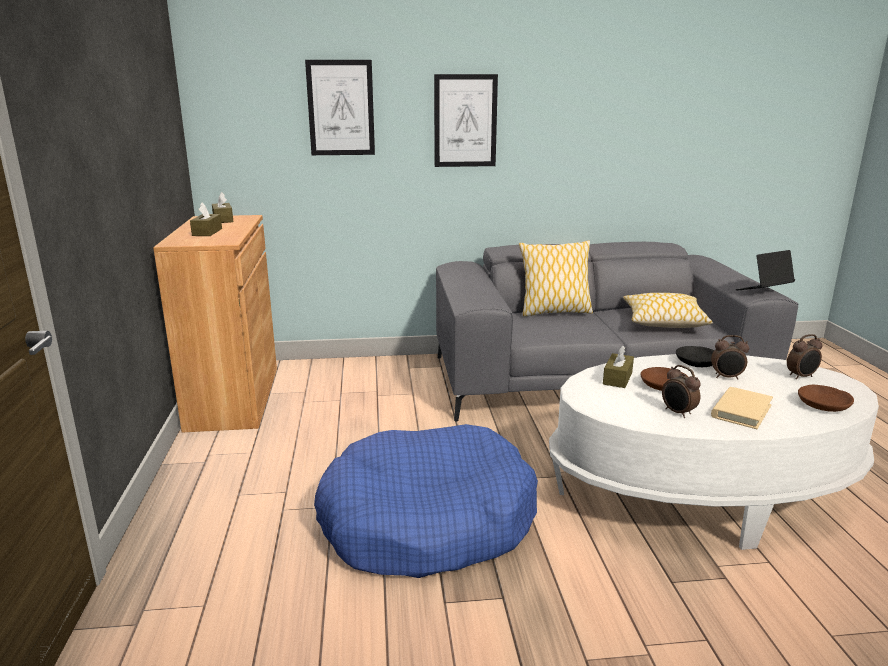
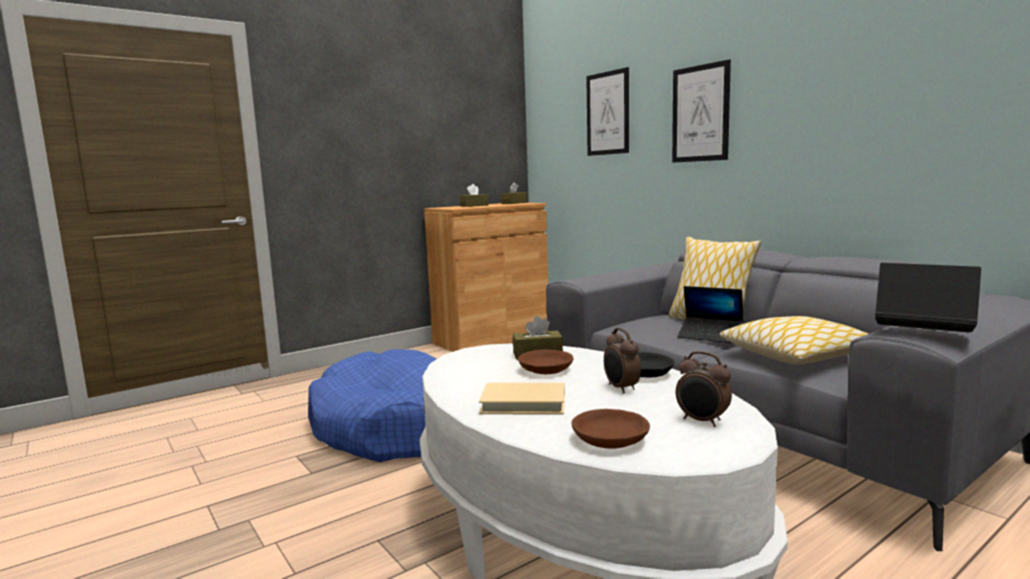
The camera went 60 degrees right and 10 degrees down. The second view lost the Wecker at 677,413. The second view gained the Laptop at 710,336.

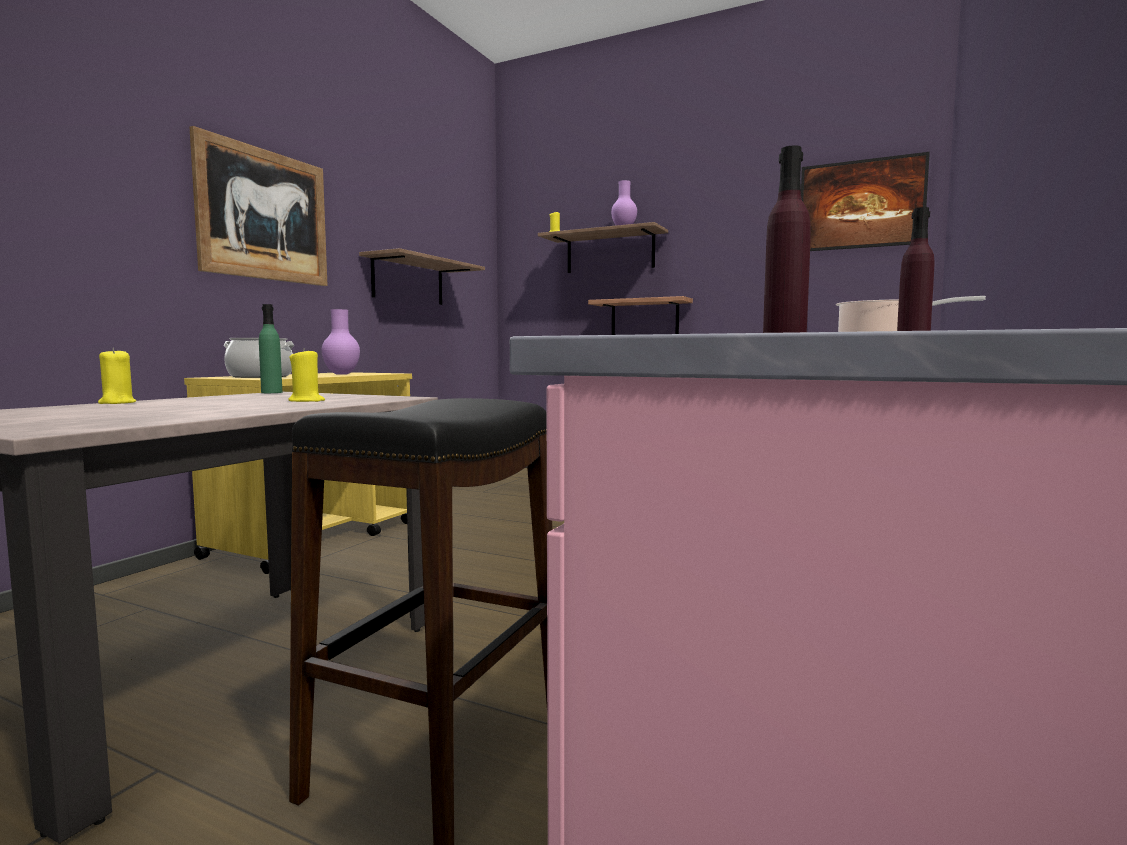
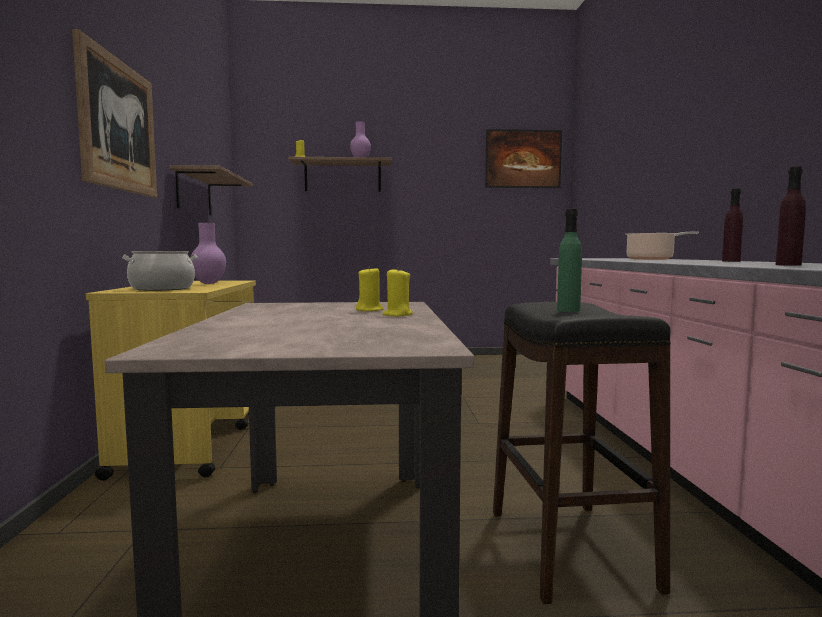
The camera went 30 degrees left and 0 degrees up. The second view lost the Wandregal at 644,318. The Kerze/gelb ended up elsewhere, having gone from 117,403 to 397,315. The Flasche/grün ended up elsewhere, having gone from 271,392 to 568,310.

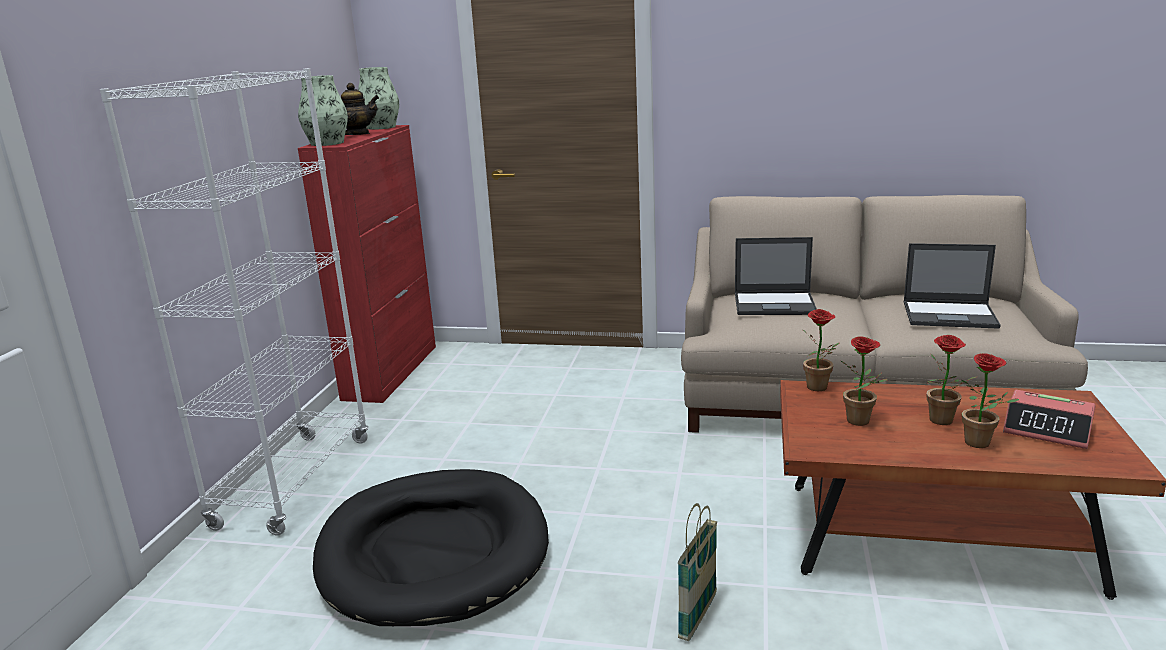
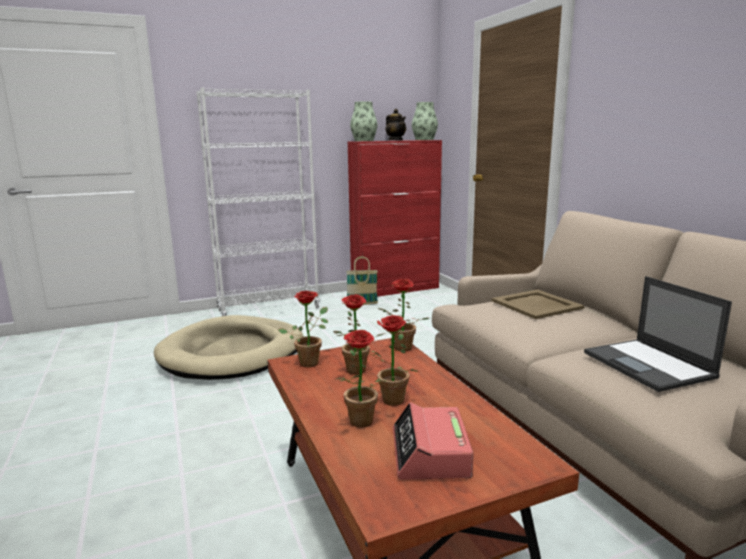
The camera went 55 degrees right and 5 degrees down. The second view gained the Topfpflanze at 310,361. The Korb ended up elsewhere, having gone from 698,616 to 362,304. Where the Laptop stood at 775,304, the Tablett/beige came to stand at 537,304. What was the Hundebett/schwarz at 433,552 turned into the Hundebett/beige at 233,353.

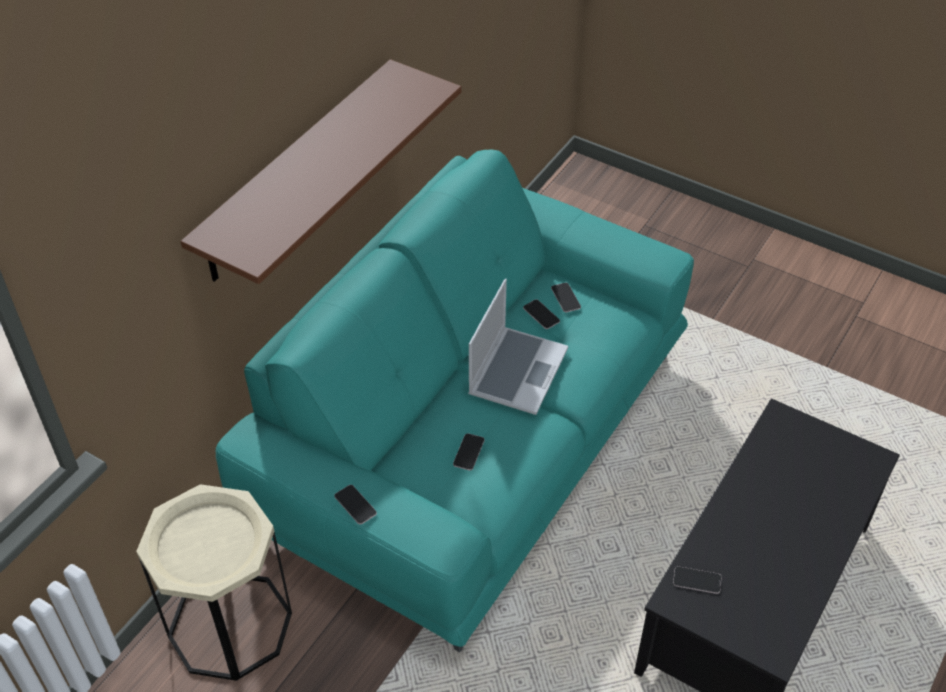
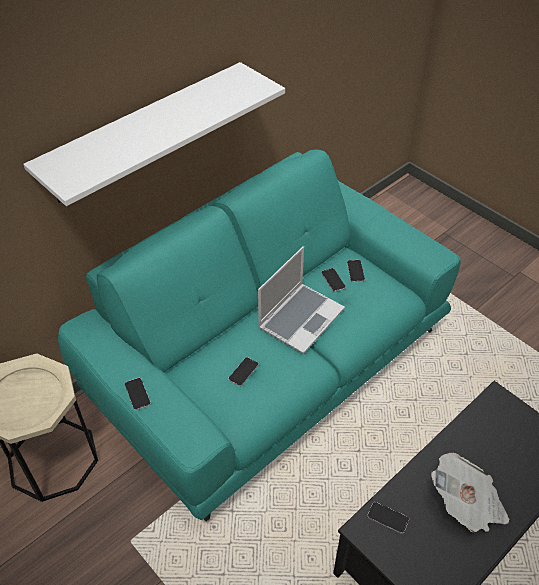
The camera went 15 degrees right and 0 degrees up. The second view gained the Zeitung at 466,504. What was the Wandregal/braun at 297,171 turned into the Wandregal/weiß at 144,132.

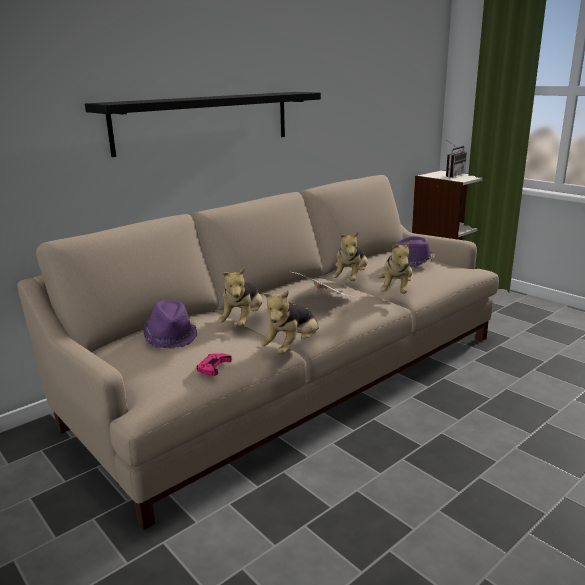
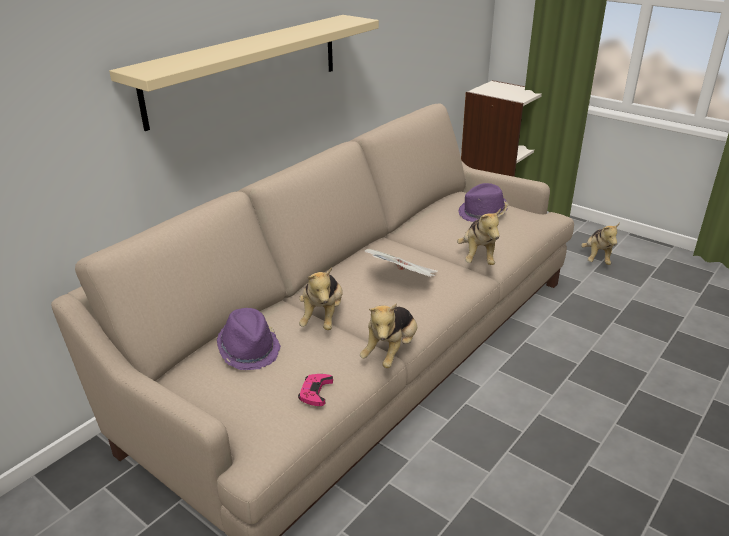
The camera went 10 degrees left and 10 degrees up. The second view lost the Radio at 452,175. The Plüschtier ended up elsewhere, having gone from 351,279 to 597,258. What was the Wandregal/schwarz at 205,121 turned into the Wandregal/beige at 246,68.

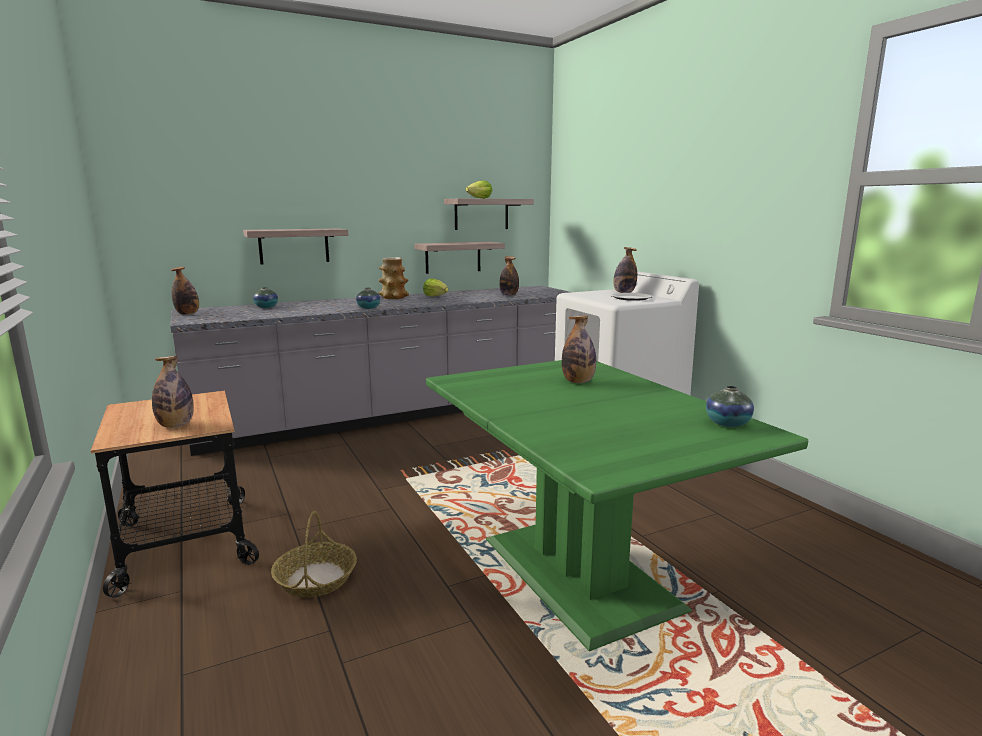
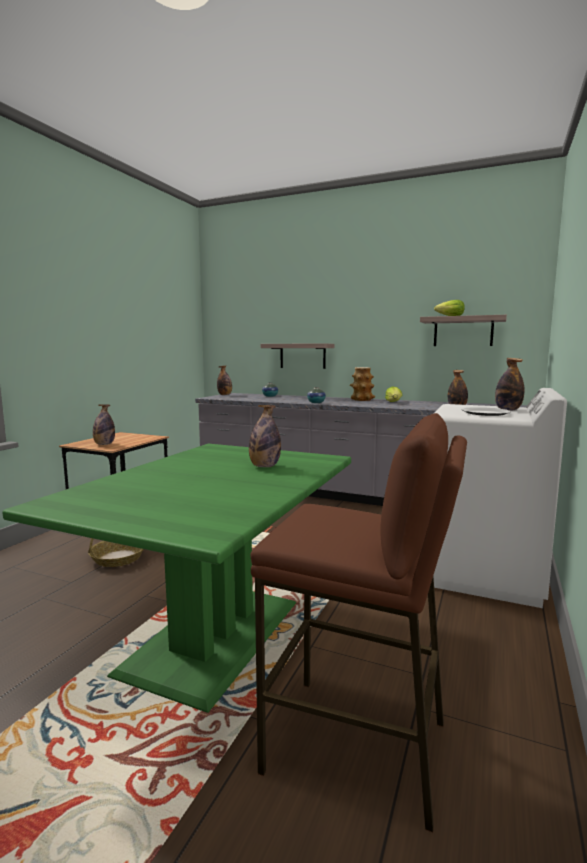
The camera went 50 degrees right and 5 degrees down. The second view lost the Wandregal at 453,257. The second view lost the Vase at 727,424. The second view gained the Hocker/braun at 357,746.

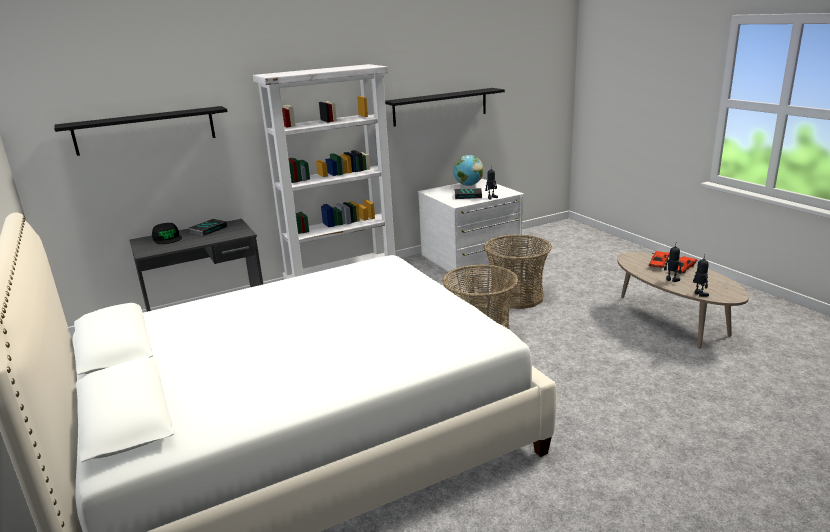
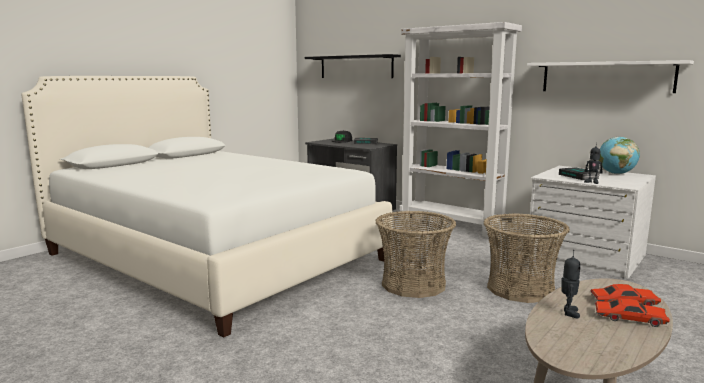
The camera went 65 degrees right and 10 degrees down. The second view lost the Spielzeugroboter at 699,294. What was the Wandregal/schwarz at 440,106 turned into the Wandregal/weiß at 606,77.

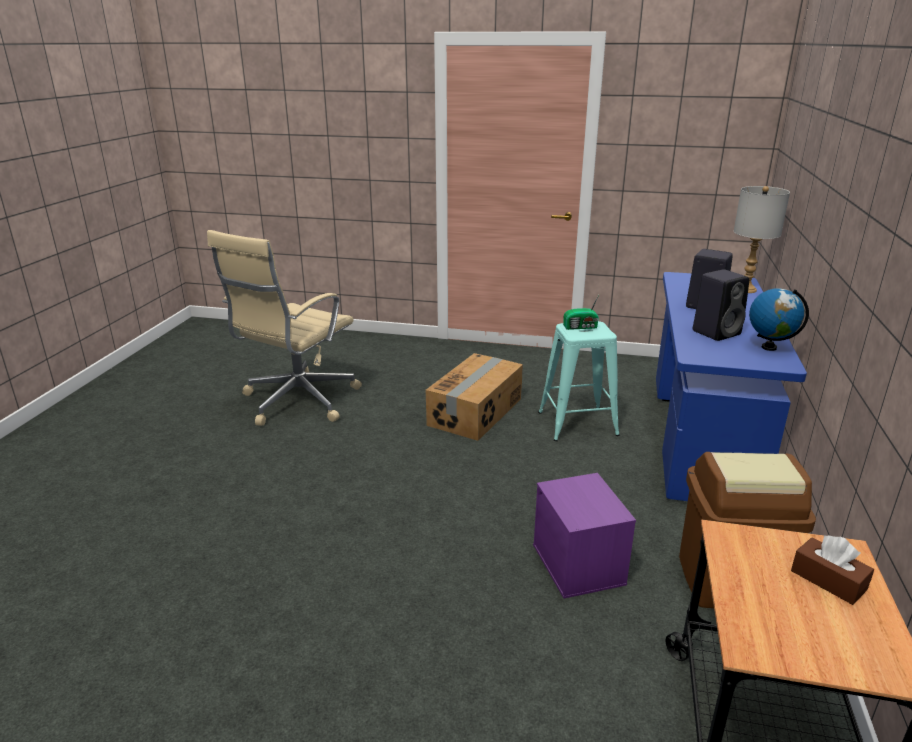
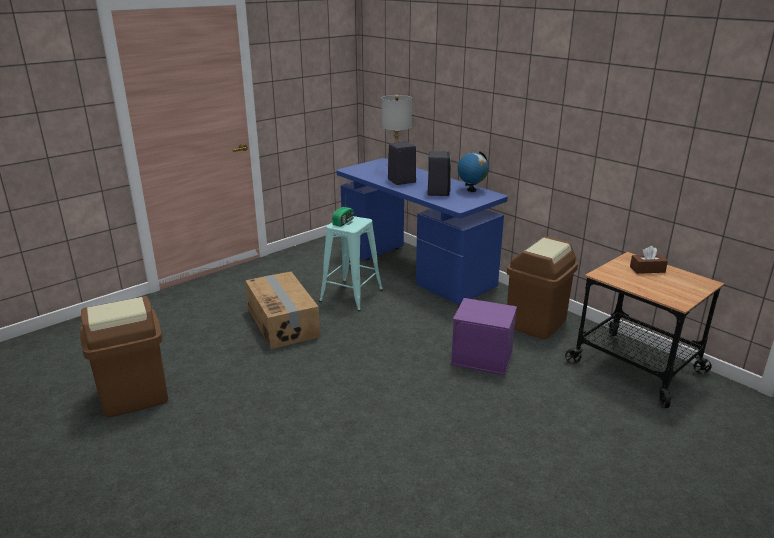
The camera went 55 degrees left and 0 degrees up. Where the Bürostuhl/beige stood at 297,401, the Mülleimer/braun came to stand at 134,396.

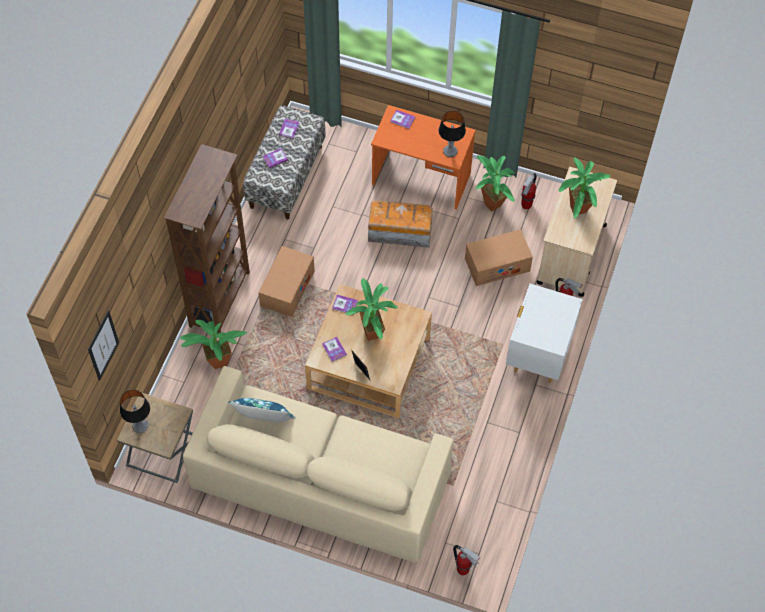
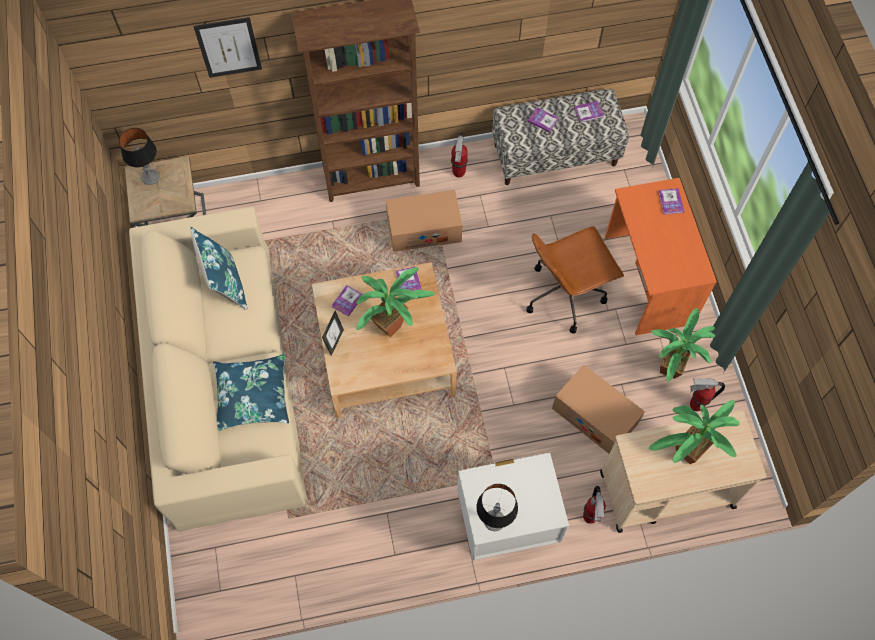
The camera went 60 degrees right and 5 degrees up. The second view lost the Topfpflanze at 215,361. The second view gained the Kissen/blau at 252,396. The Bild ended up elsewhere, having gone from 103,345 to 228,47. The Tischlampe ended up elsewhere, having gone from 450,151 to 494,521. The Feuerlöscher ended up elsewhere, having gone from 463,570 to 458,173. Where the Aufbewahrungsbox stood at 399,231, the Bürostuhl/braun came to stand at 565,294.

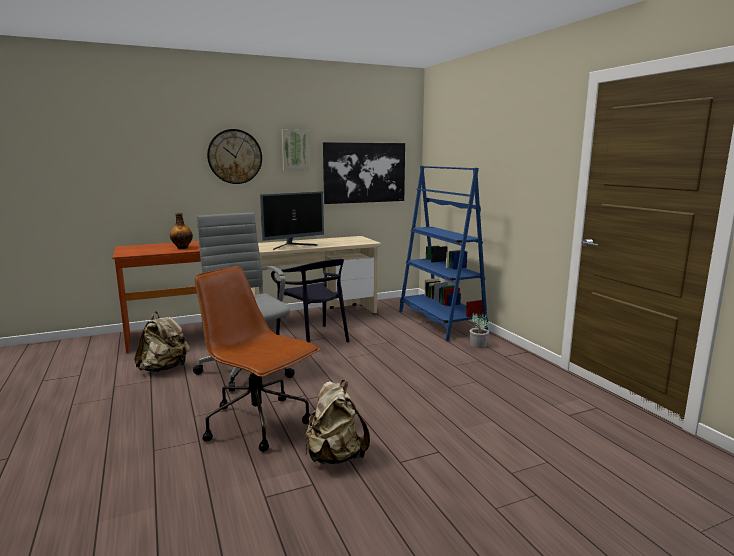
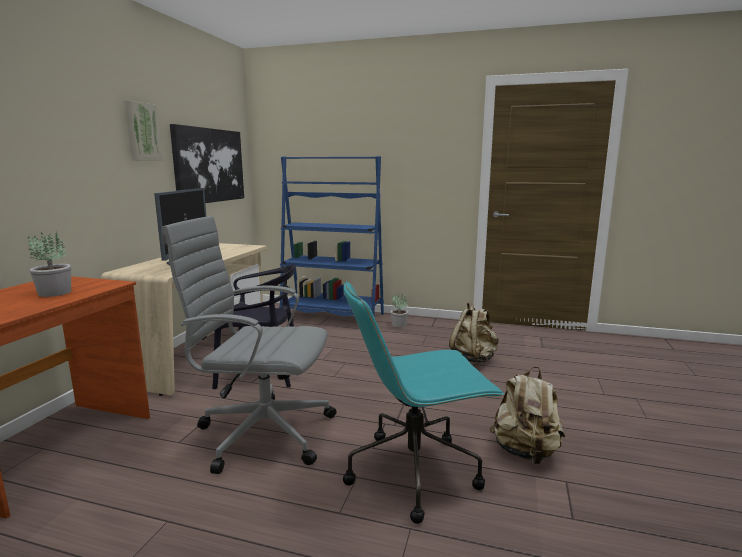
The camera went 50 degrees left and 0 degrees up. The second view lost the Wanduhr at 235,156. The Rucksack/beige ended up elsewhere, having gone from 164,368 to 473,358. Where the Flasche stood at 182,247, the Topfpflanze came to stand at 54,292. What was the Bürostuhl/braun at 259,423 turned into the Bürostuhl/türkis at 415,471.

